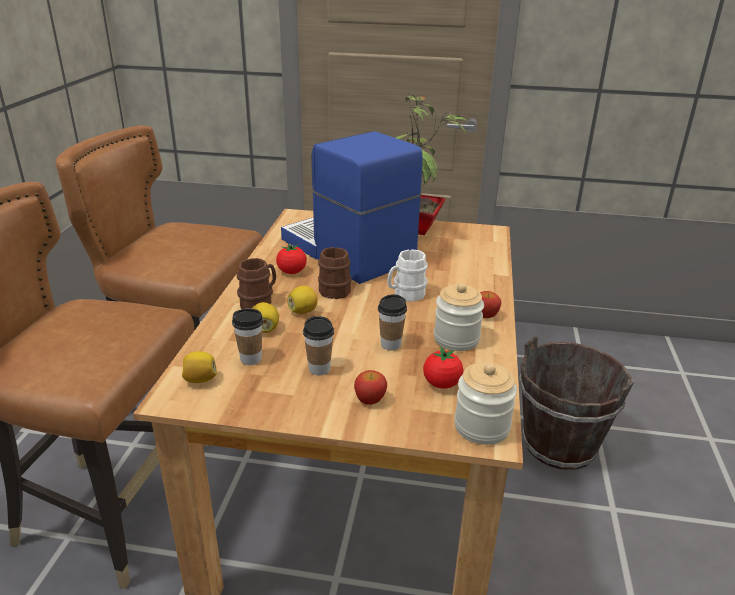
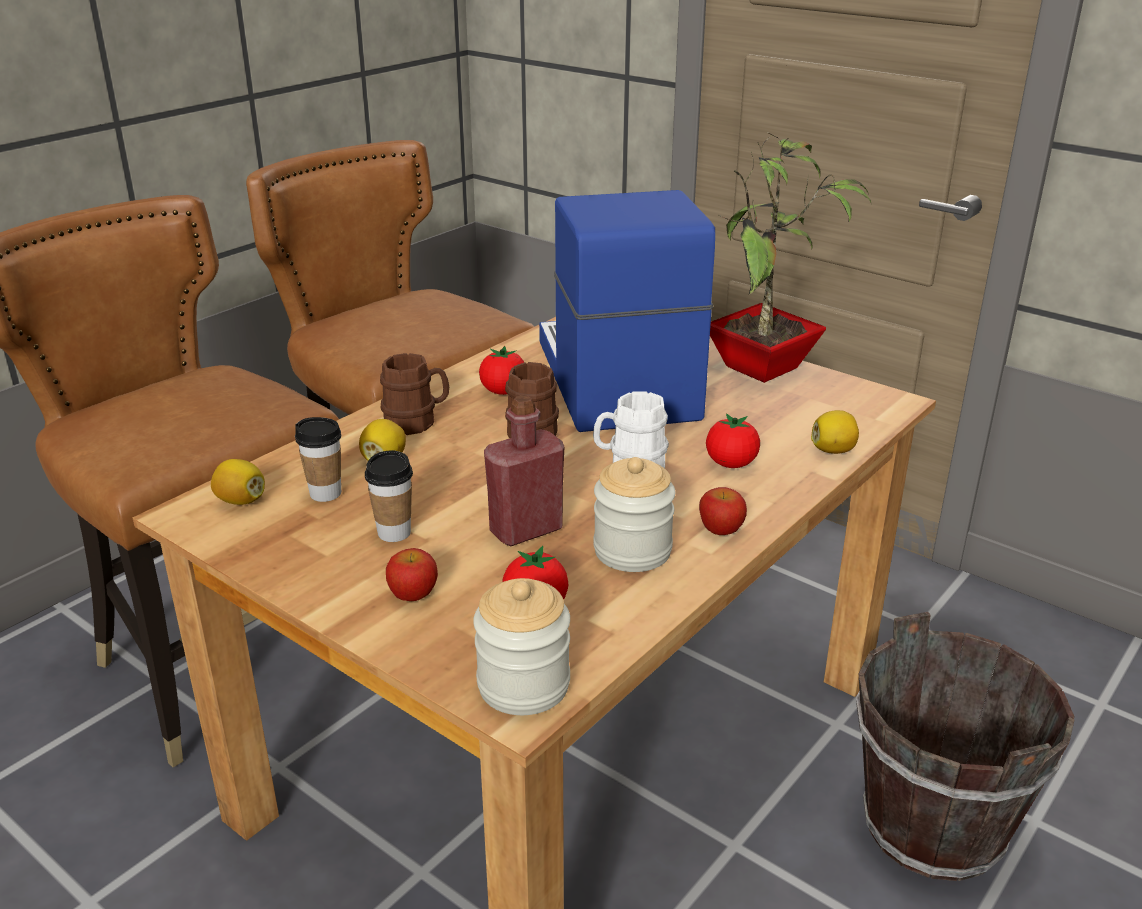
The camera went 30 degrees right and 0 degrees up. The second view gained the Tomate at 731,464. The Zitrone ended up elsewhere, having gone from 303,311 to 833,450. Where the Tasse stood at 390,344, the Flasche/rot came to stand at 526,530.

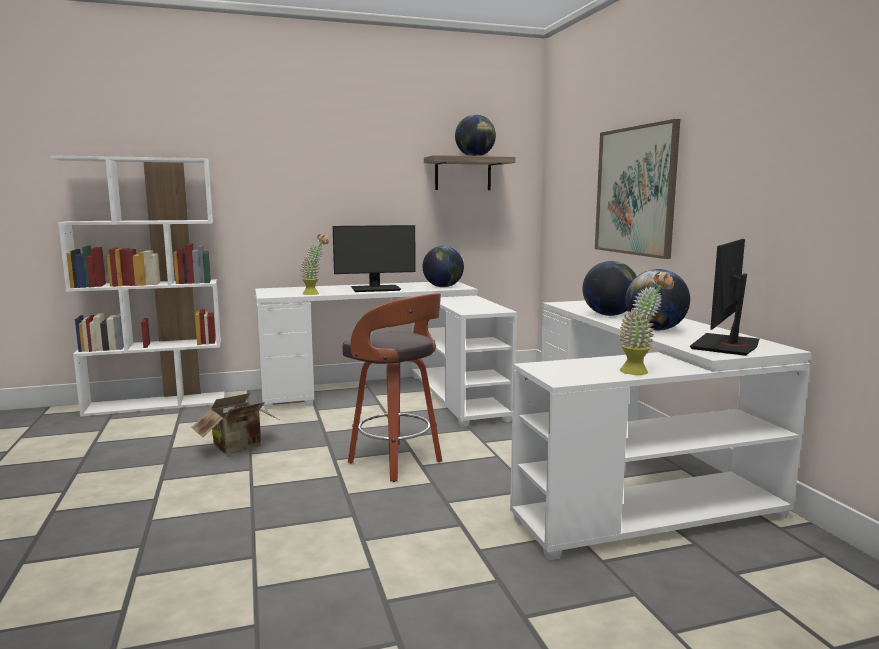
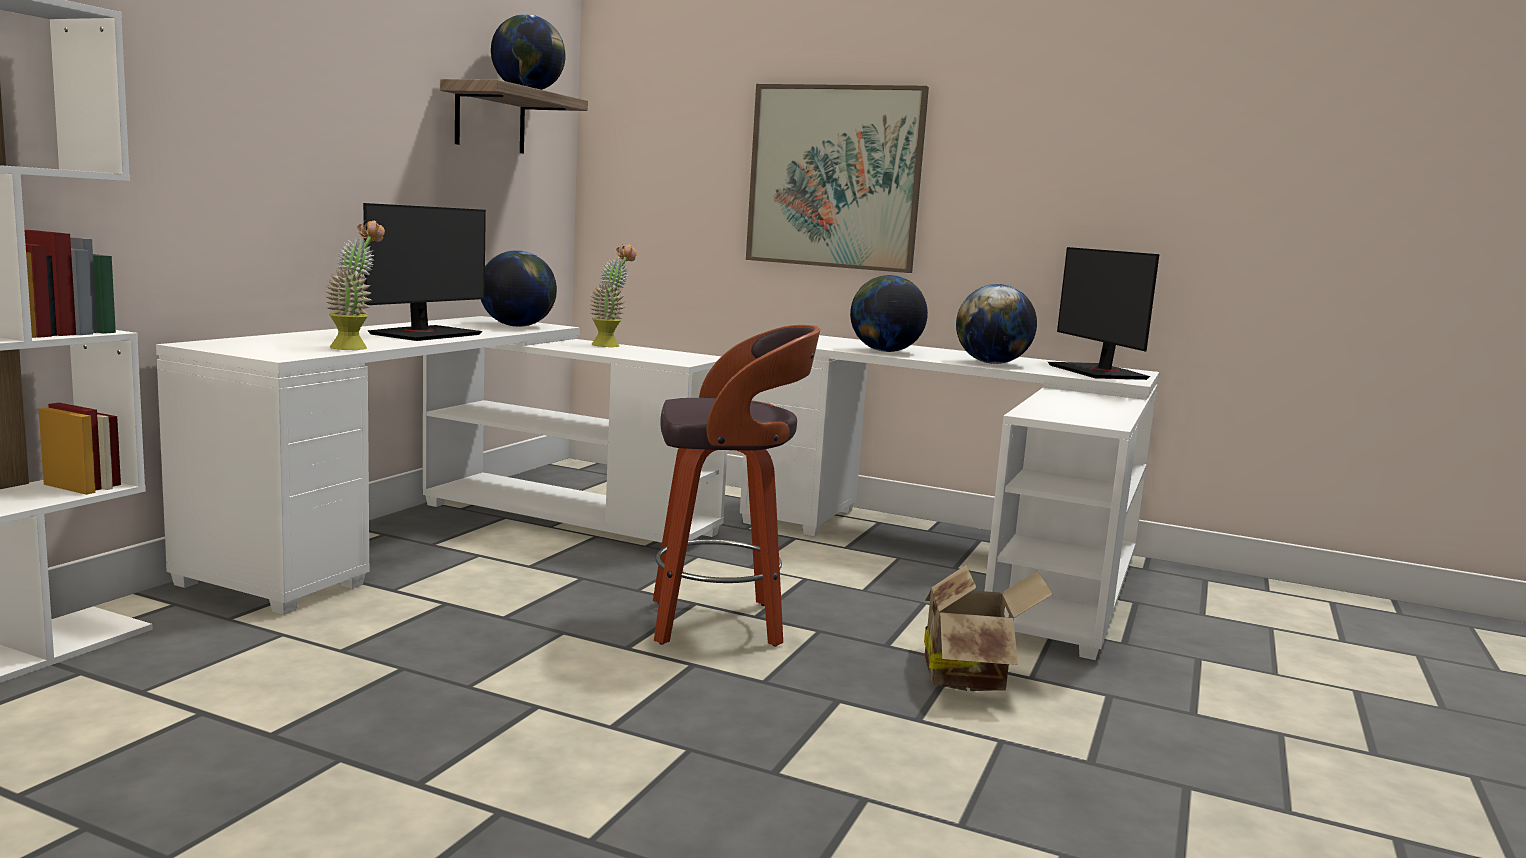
The camera went 50 degrees left and 0 degrees up. The Karton ended up elsewhere, having gone from 240,447 to 971,675. The Topfpflanze ended up elsewhere, having gone from 641,371 to 610,345.

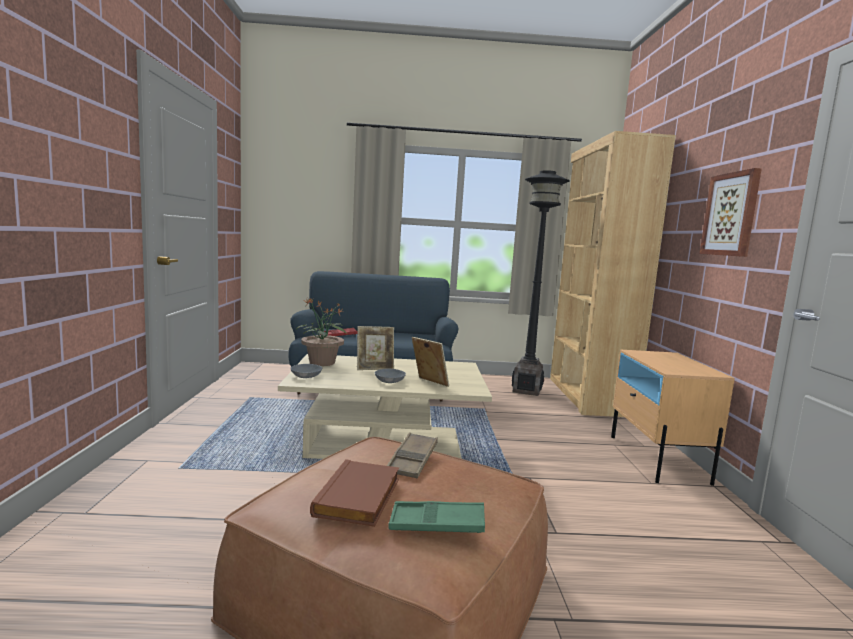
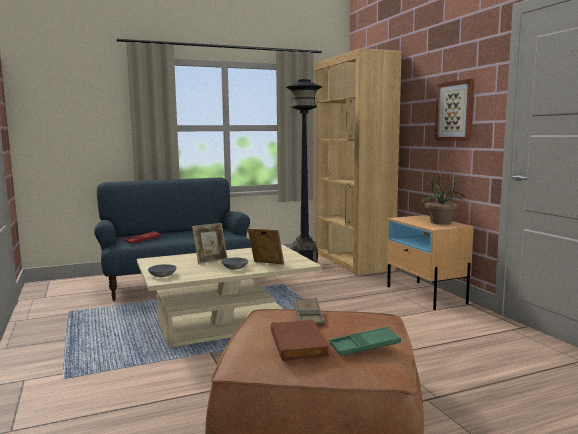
The camera went 20 degrees left and 0 degrees up. The Topfpflanze ended up elsewhere, having gone from 322,363 to 441,223.

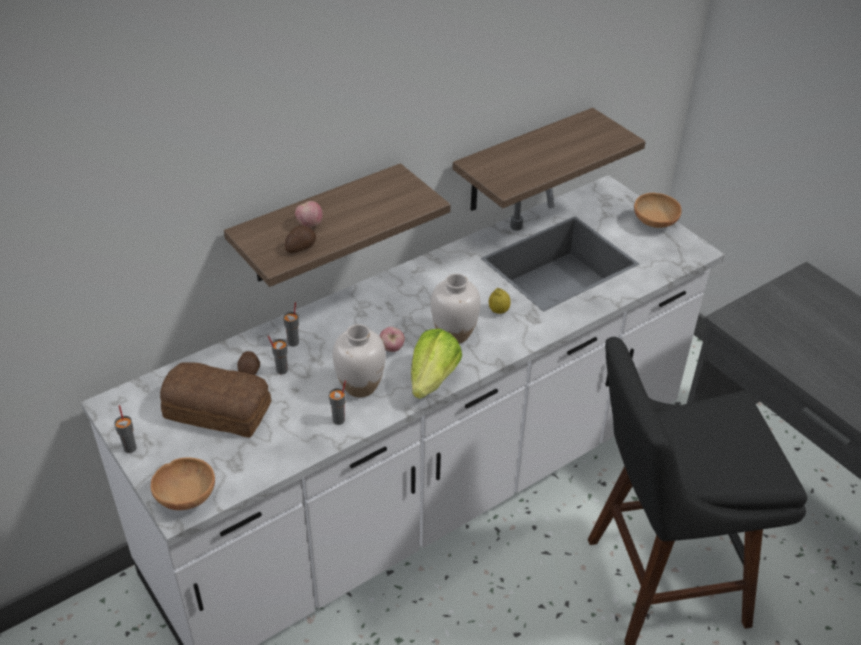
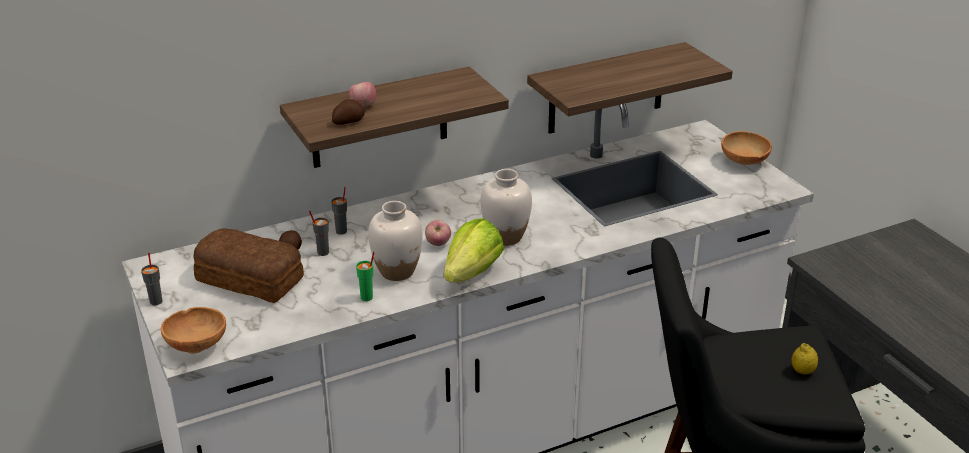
The camera went 10 degrees right and 10 degrees down. The Zitrone ended up elsewhere, having gone from 498,311 to 802,371. What was the Tasse/grau at 339,420 turned into the Tasse/grün at 367,297.

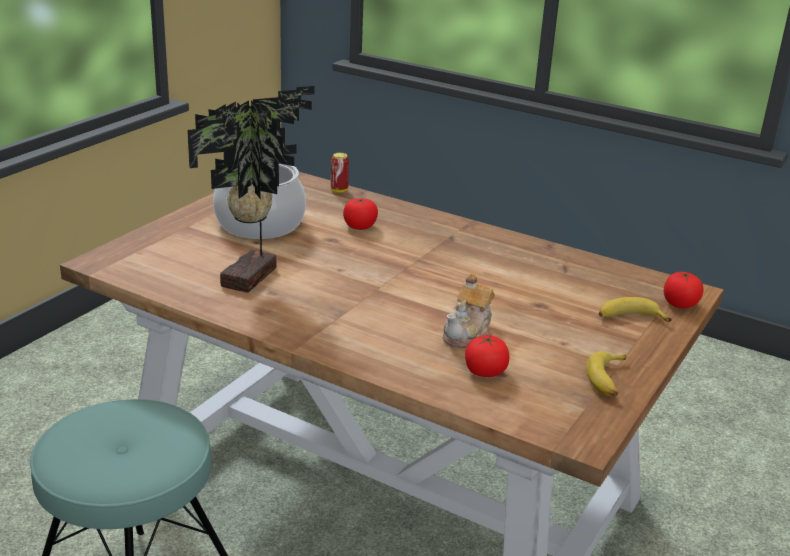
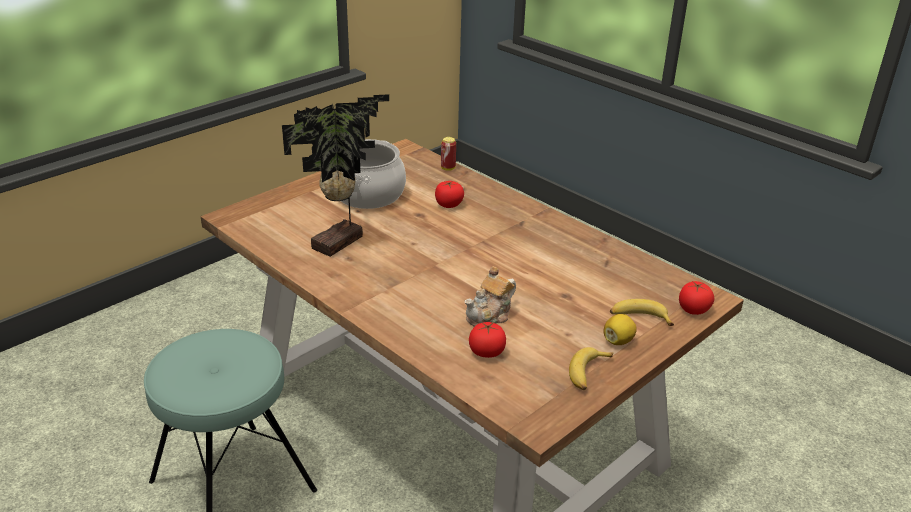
The camera went 15 degrees right and 5 degrees up. The second view gained the Zitrone at 618,341.

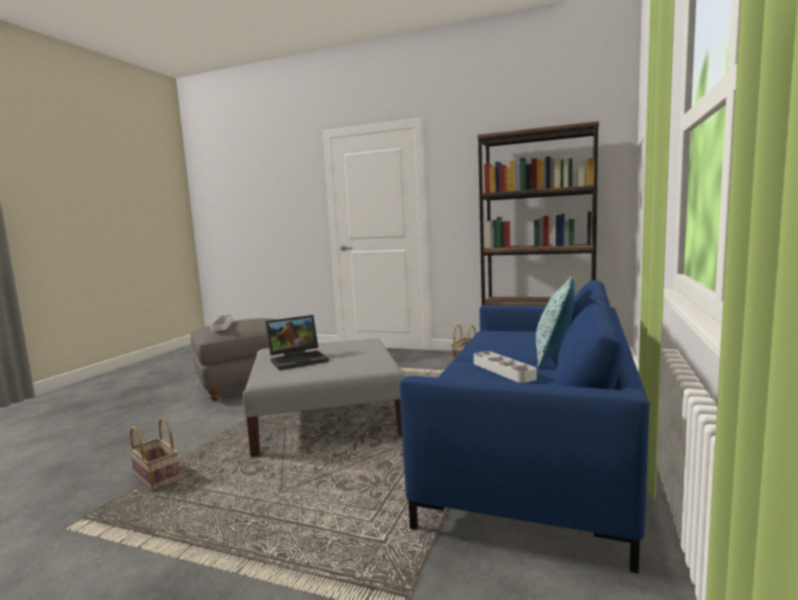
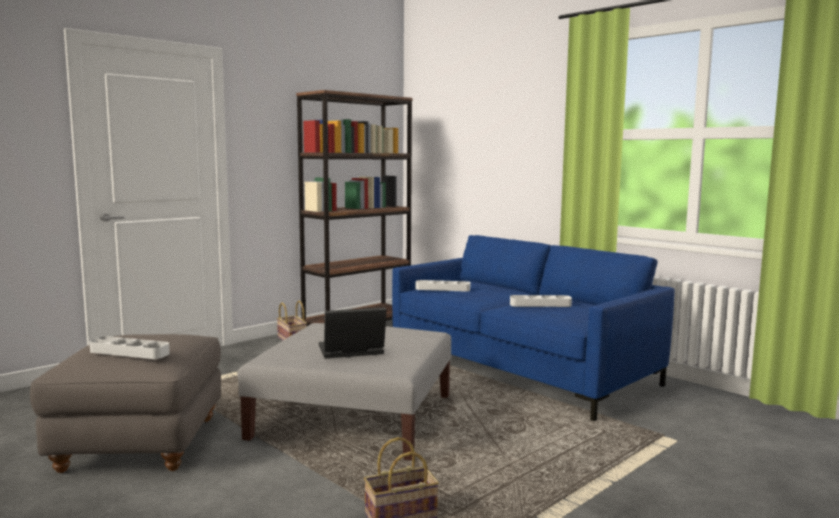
The camera went 65 degrees left and 0 degrees up. The second view lost the Kissen at 554,356. The second view gained the Tablett/grau at 442,289. The Laptop at 299,359 ended up facing another way, 105 degrees counterclockwise from before.

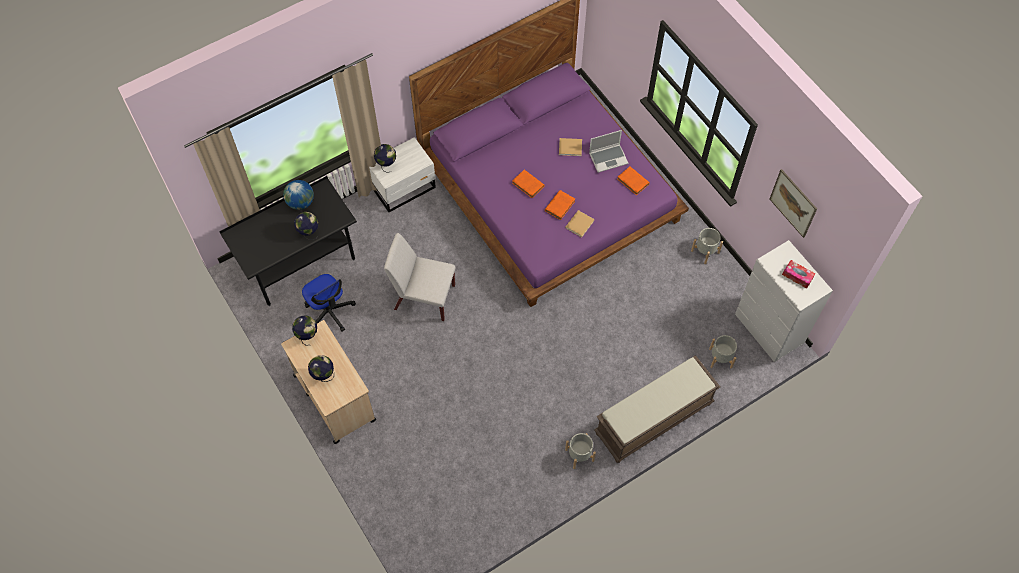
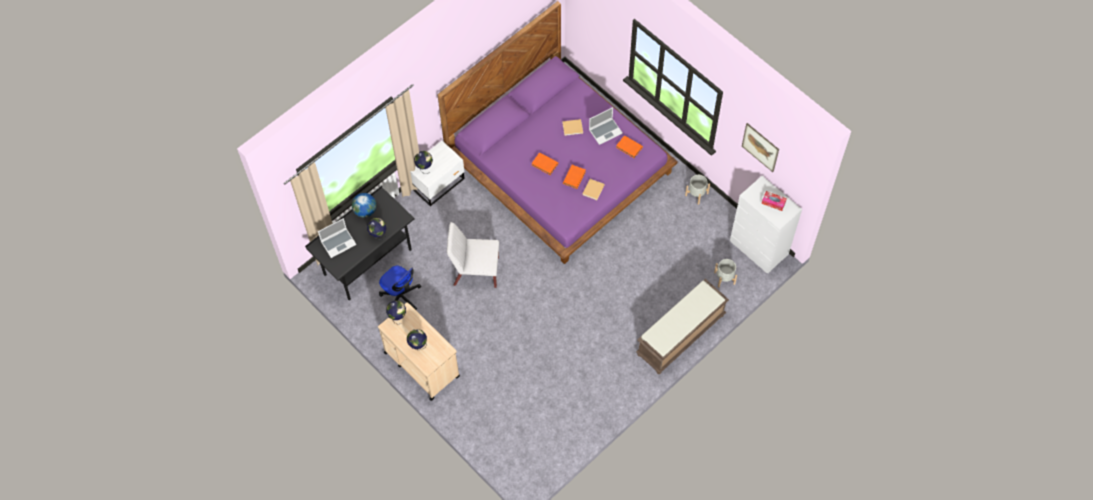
The camera went 10 degrees left and 0 degrees up. The second view lost the Pflanzkübel/grau at 579,455. The second view gained the Laptop at 338,243.

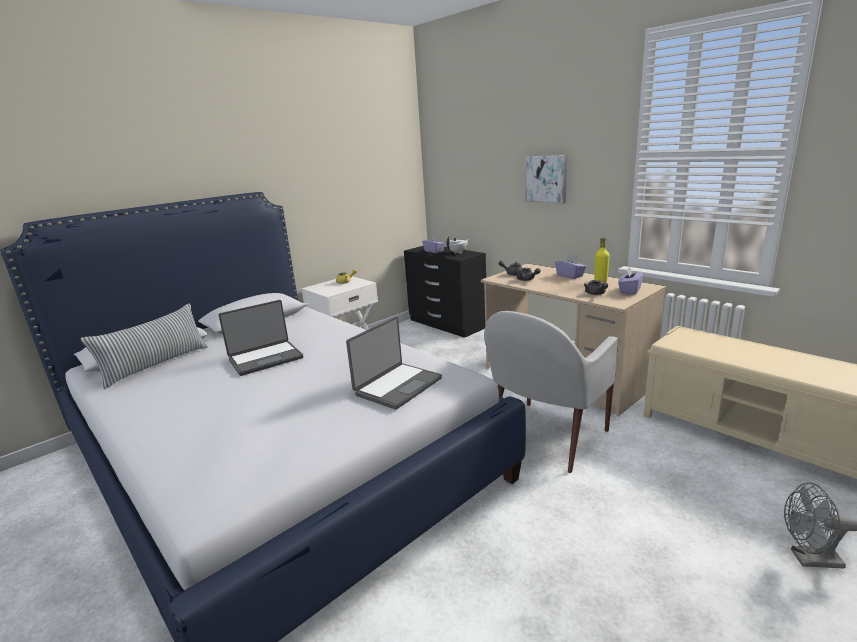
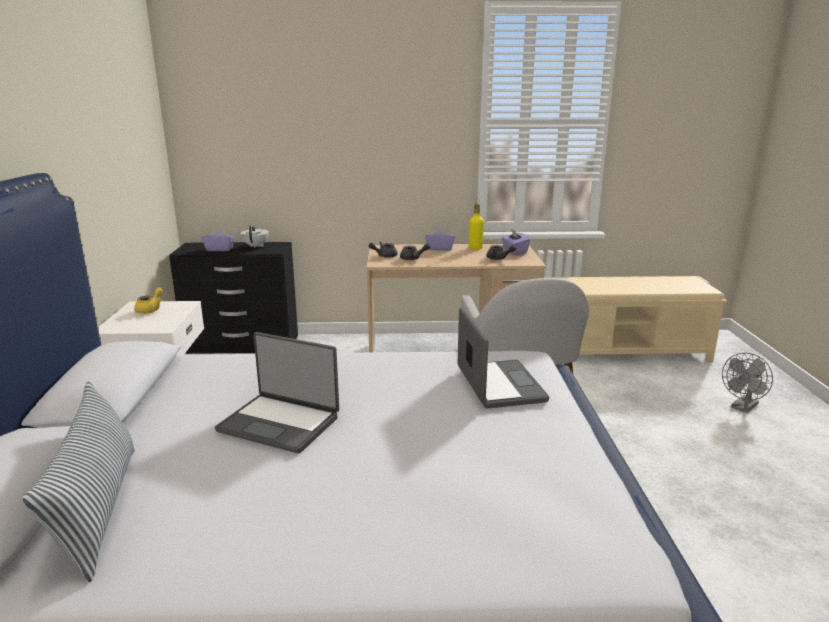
The camera went 50 degrees left and 0 degrees up. The second view lost the Bild at 546,178. The Laptop at 265,358 ended up facing another way, 105 degrees clockwise from before.

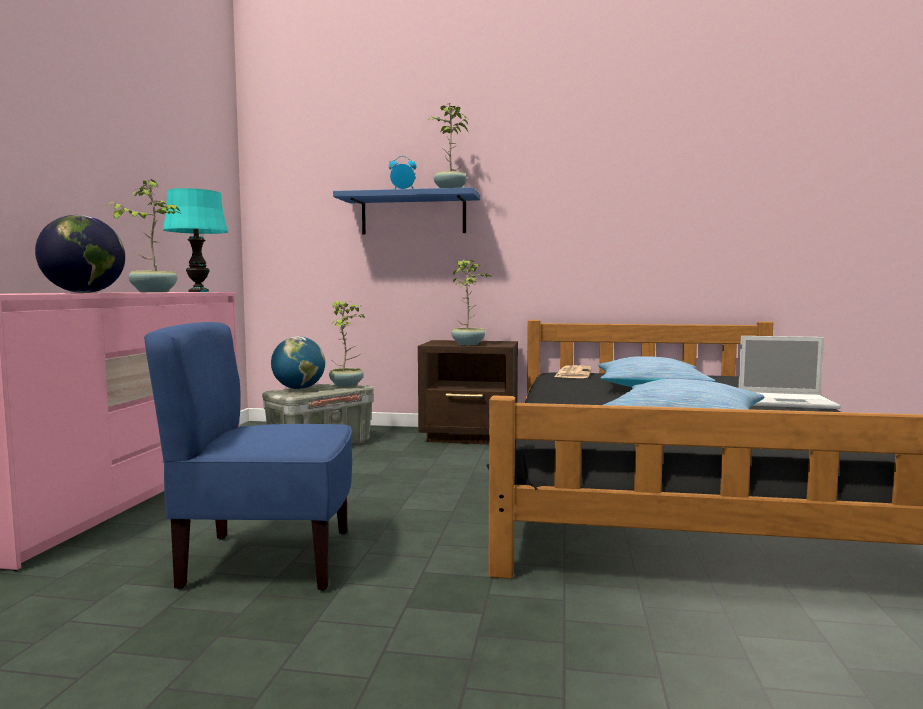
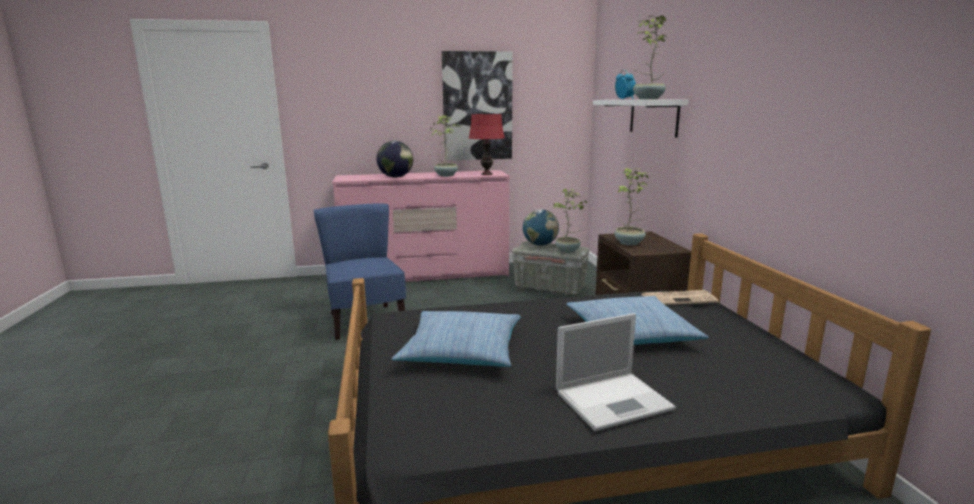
The camera went 70 degrees right and 10 degrees up. The second view gained the Bild at 477,106. What was the Tischlampe/türkis at 198,291 turned into the Tischlampe/rot at 486,174. What was the Wandregal/blau at 413,214 turned into the Wandregal/weiß at 653,117. The Laptop at 787,401 ended up facing another way, 105 degrees counterclockwise from before.

